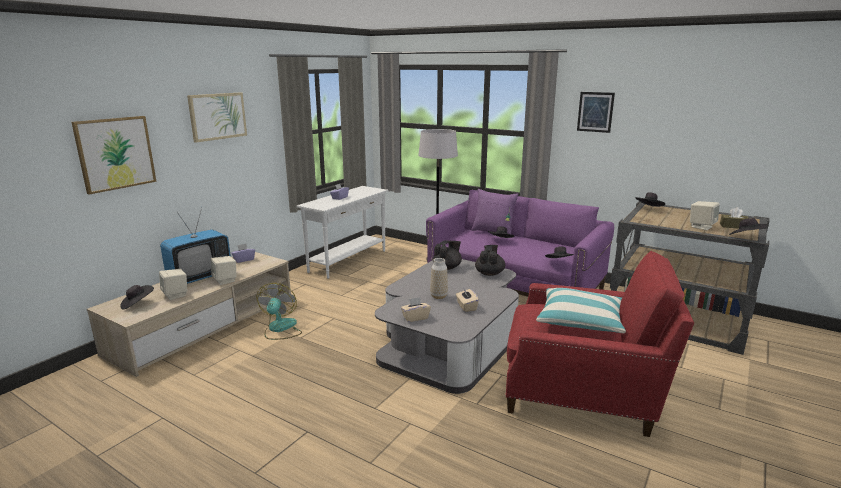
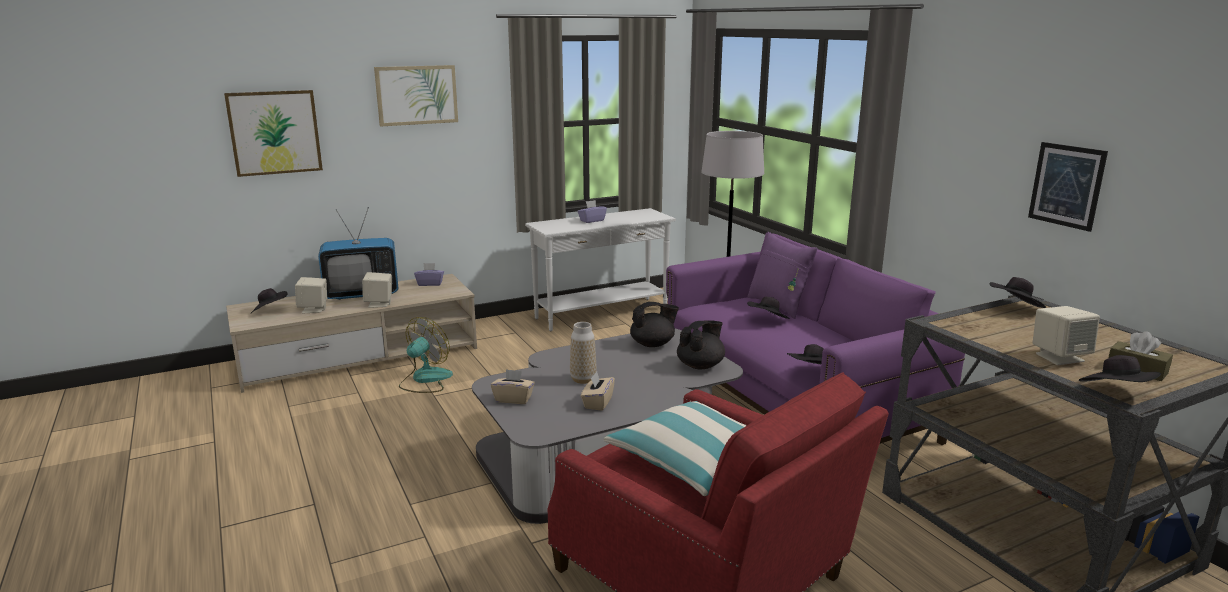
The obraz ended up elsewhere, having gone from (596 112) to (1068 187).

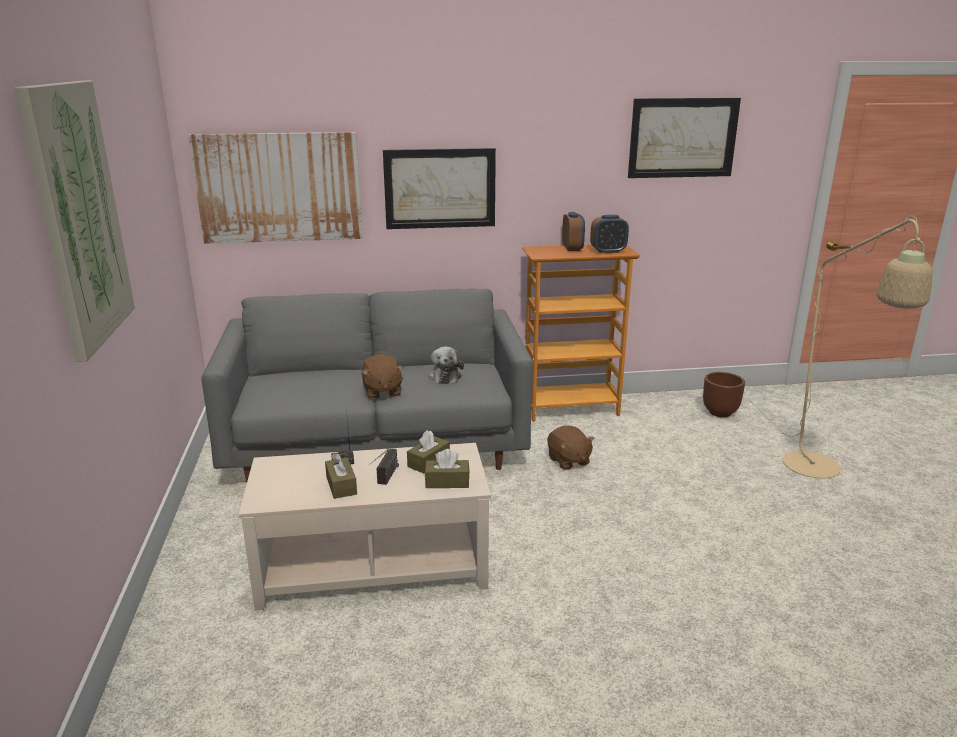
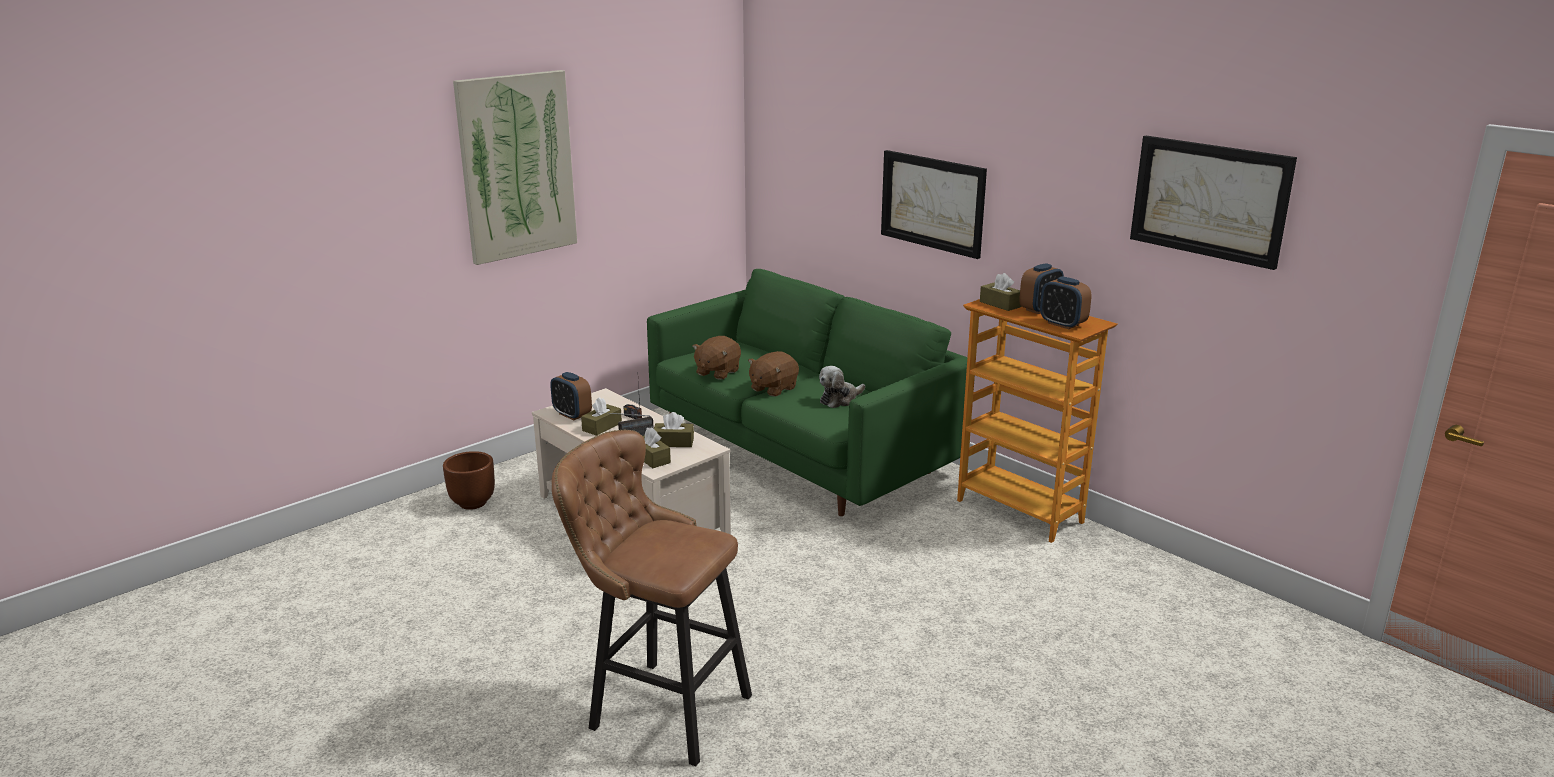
The second view lost the obraz at (275 188).
The second view lost the lampa stojąca [beżowy] at (841 347).
What was the kanapa [szary] at (367 385) turned into the kanapa [zielony] at (811 392).
The donica [brązowy] ended up elsewhere, having gone from (724 394) to (469 480).
The pluszak [brązowy] ended up elsewhere, having gone from (571 448) to (716 358).
The second view gained the pudełko chusteczek [brązowy] at (1001 292).
The second view gained the budzik at (571 396).
The second view gained the stołek [brązowy] at (652 598).

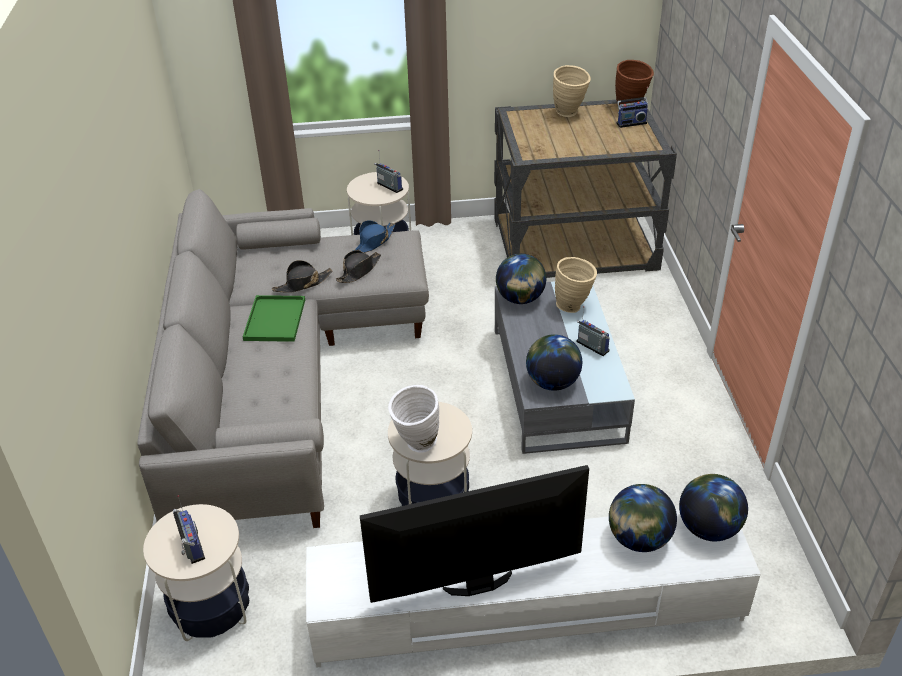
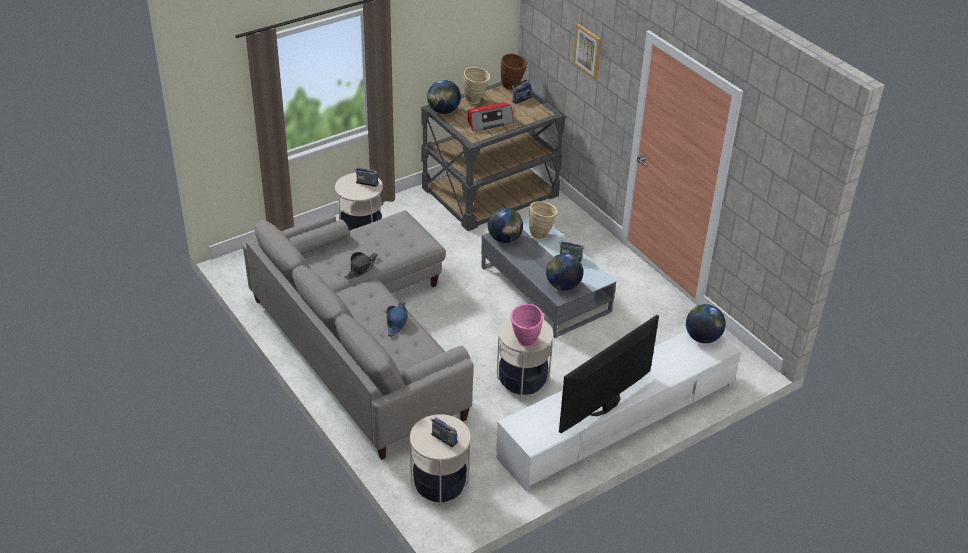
The kapelusz [niebieski] ended up elsewhere, having gone from (373 236) to (397 319).
The second view lost the kapelusz [czarny] at (358 266).
The second view lost the taca [zielony] at (274 318).
What was the wazon [biały] at (413 419) turned into the wazon [różowy] at (527 325).
The globus ended up elsewhere, having gone from (643 518) to (444 97).
The second view gained the obraz at (587 51).
The second view gained the radio at (491 116).

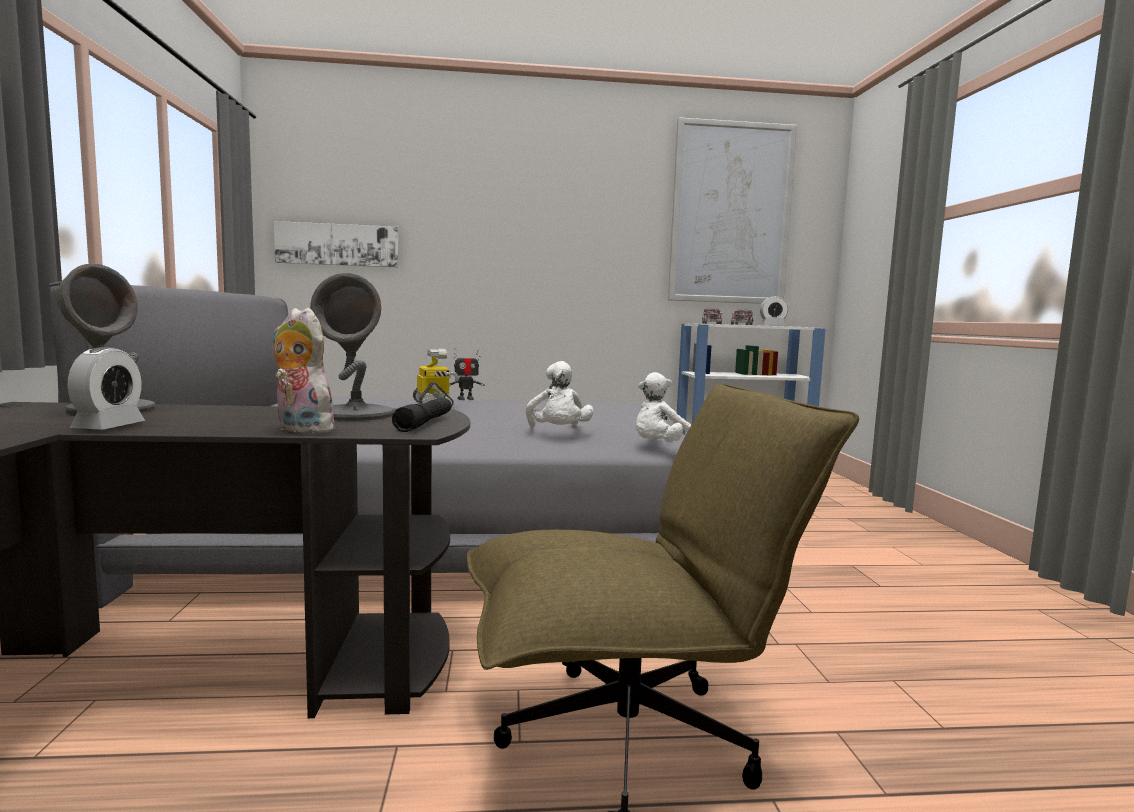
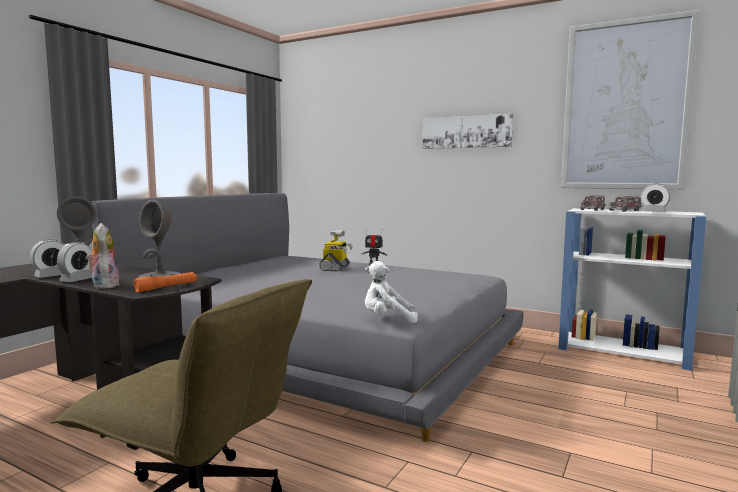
The obraz ended up elsewhere, having gone from (336 244) to (468 131).
The second view lost the pluszak [biały] at (560 394).
What was the latarka [czarny] at (421 414) turned into the latarka [pomarańczowy] at (166 282).
The second view gained the budzik at (74 262).

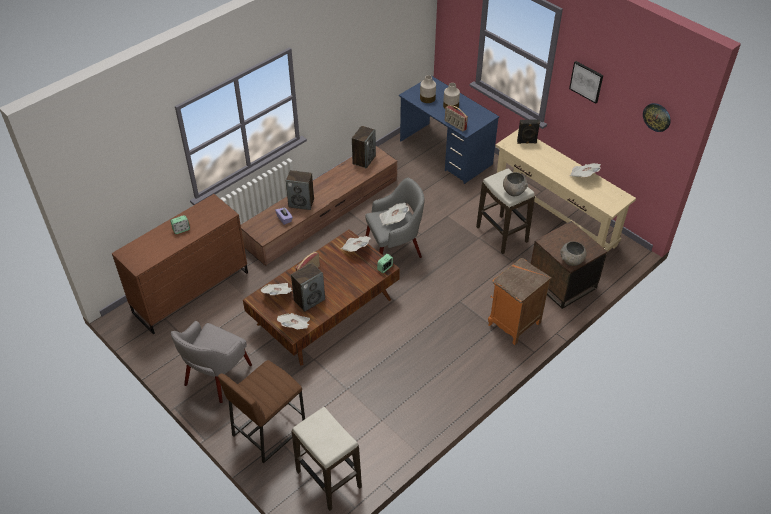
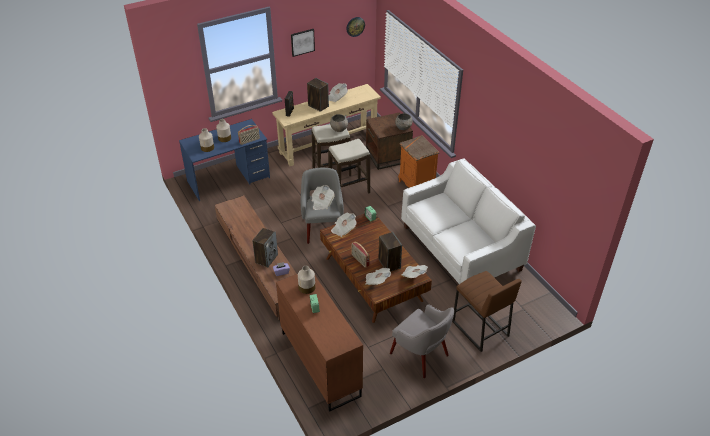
The głośnik ended up elsewhere, having gone from (364 147) to (318 95).
The stołek ended up elsewhere, having gone from (326 459) to (349 166).
The second view gained the kanapa [biały] at (468 221).
The second view gained the wazon [beżowy] at (306 280).

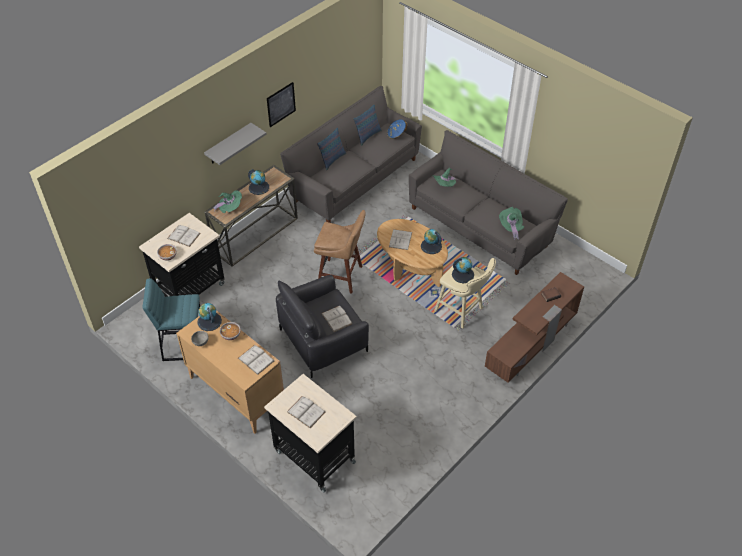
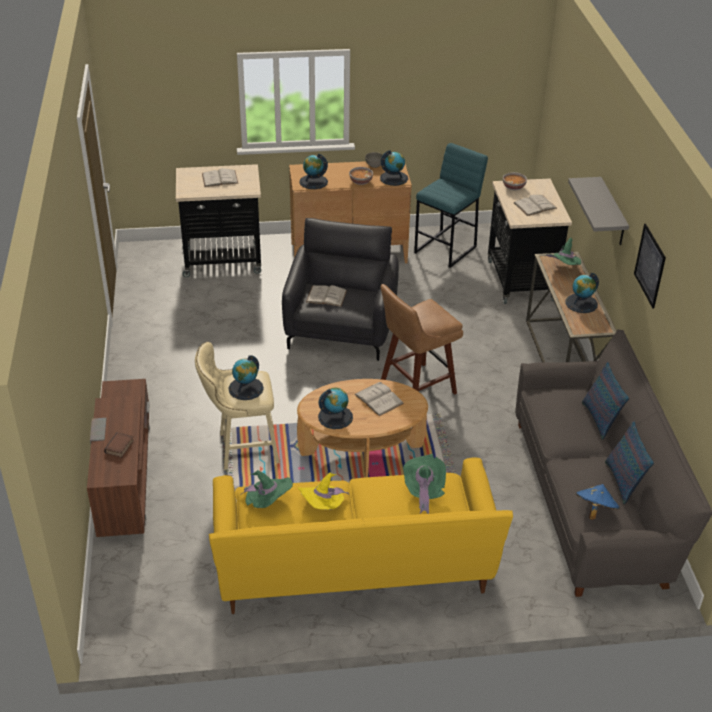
What was the kanapa [szary] at (488 202) turned into the kanapa [żółty] at (360 536).
Where the książka [biały] stood at (256 360), the globus came to stand at (313 171).
The second view gained the kapelusz [żółty] at (323 491).

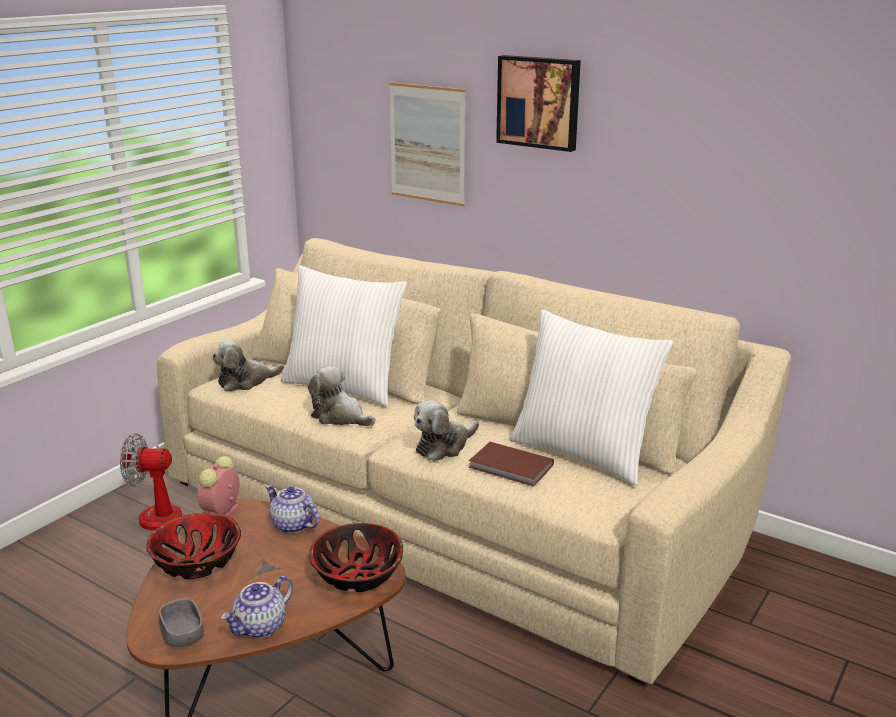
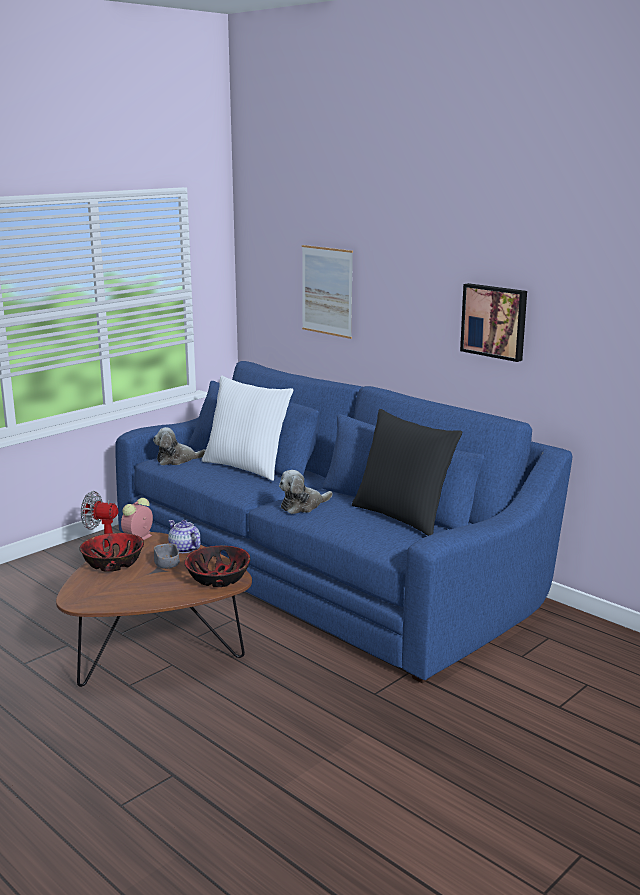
The obraz ended up elsewhere, having gone from (538 103) to (493 322).
What was the kanapa [beżowy] at (474 461) turned into the kanapa [niebieski] at (343 522).
What was the poduszka [biały] at (591 397) turned into the poduszka [czarny] at (407 472).
The second view lost the pluszak at (341 396).
The second view lost the książka [brązowy] at (511 464).
The second view lost the imbryk at (257 607).
The miska [szary] ended up elsewhere, having gone from (181 622) to (167 556).

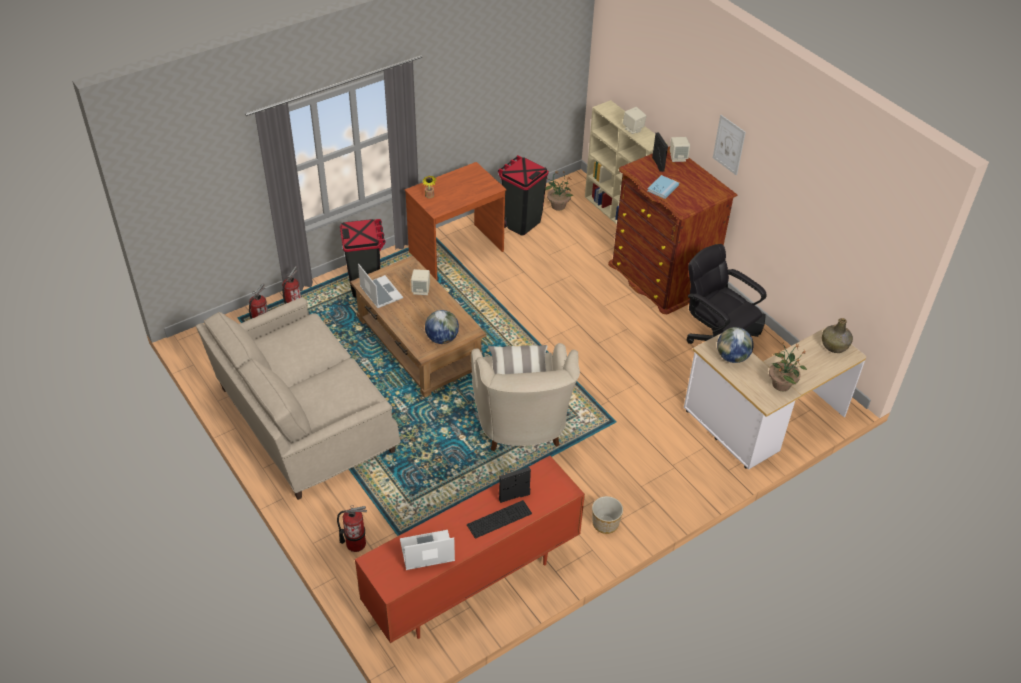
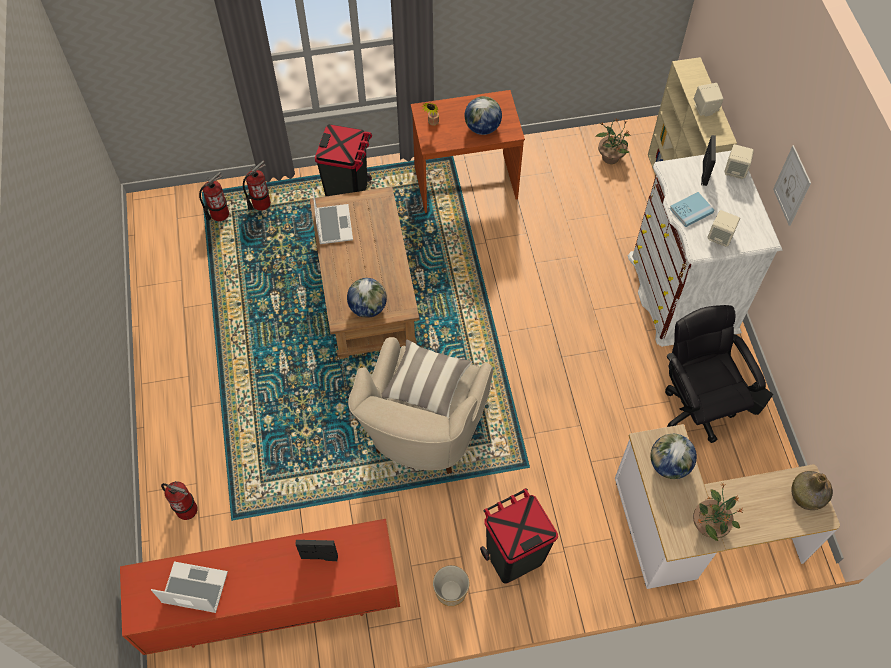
What was the komoda [brązowy] at (672 230) turned into the komoda [biały] at (705 249).
The kosz na śmieci [czarny] ended up elsewhere, having gone from (523 195) to (519 536).
The głośnik [beżowy] ended up elsewhere, having gone from (420 282) to (723 228).
The second view lost the kanapa [beżowy] at (298 398).
The second view lost the klawiatura at (499 519).
The second view gained the globus at (483 115).

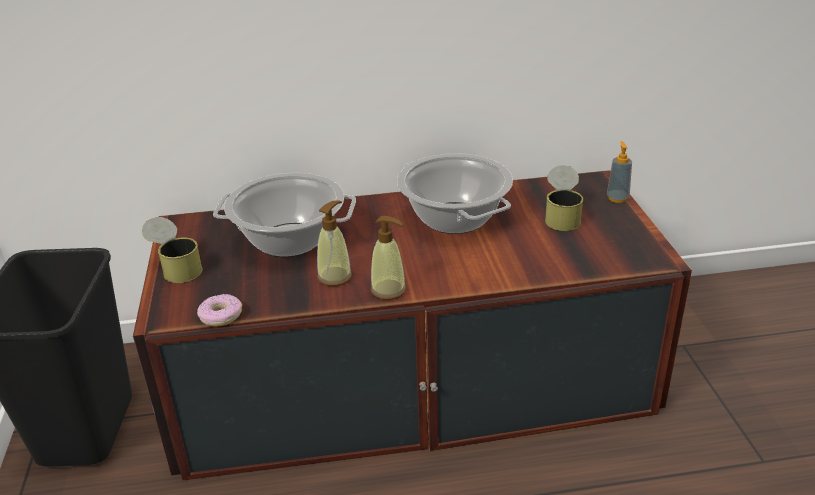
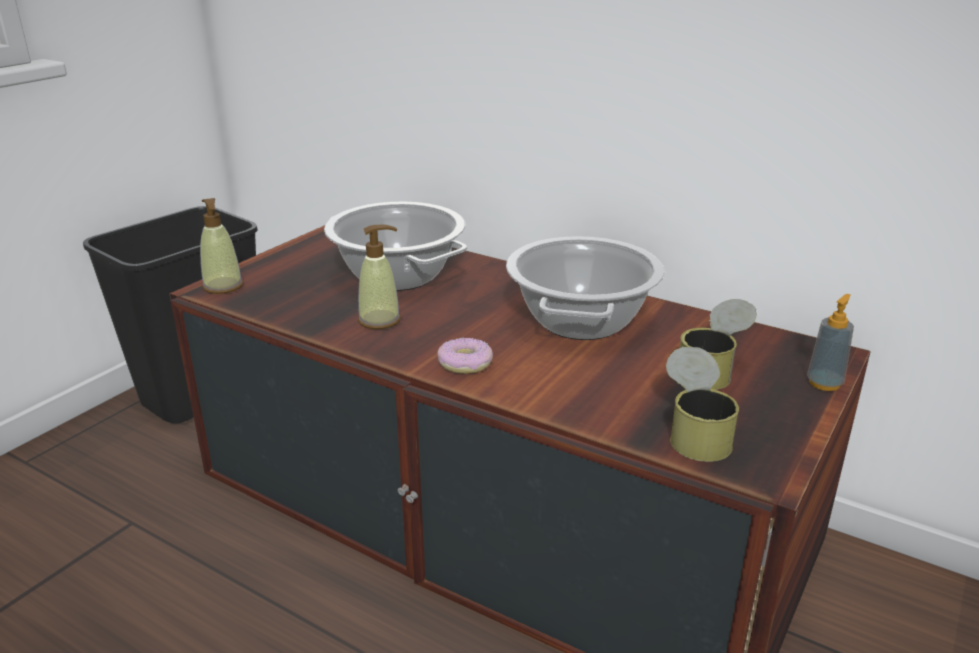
The dozownik mydła ended up elsewhere, having gone from (388 258) to (221 246).
The puszka ended up elsewhere, having gone from (172 250) to (702 404).
The donut ended up elsewhere, having gone from (219 310) to (465 356).

